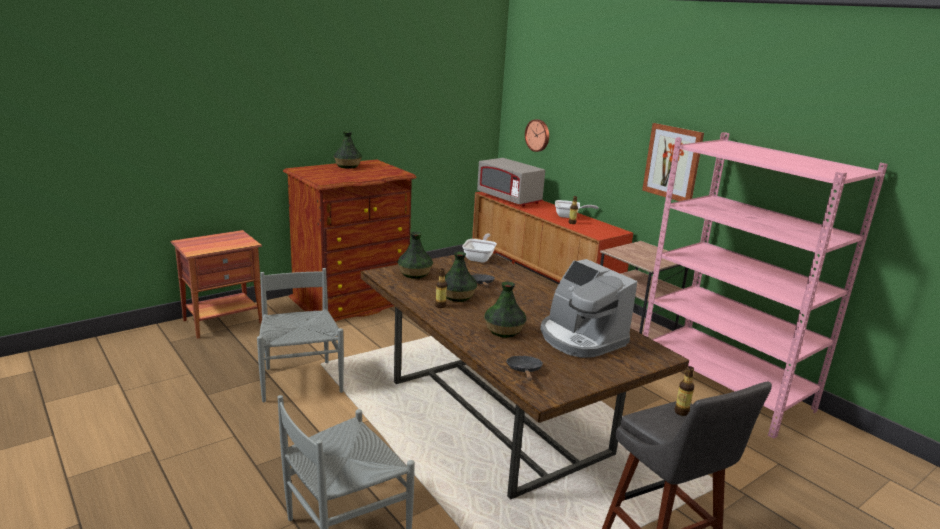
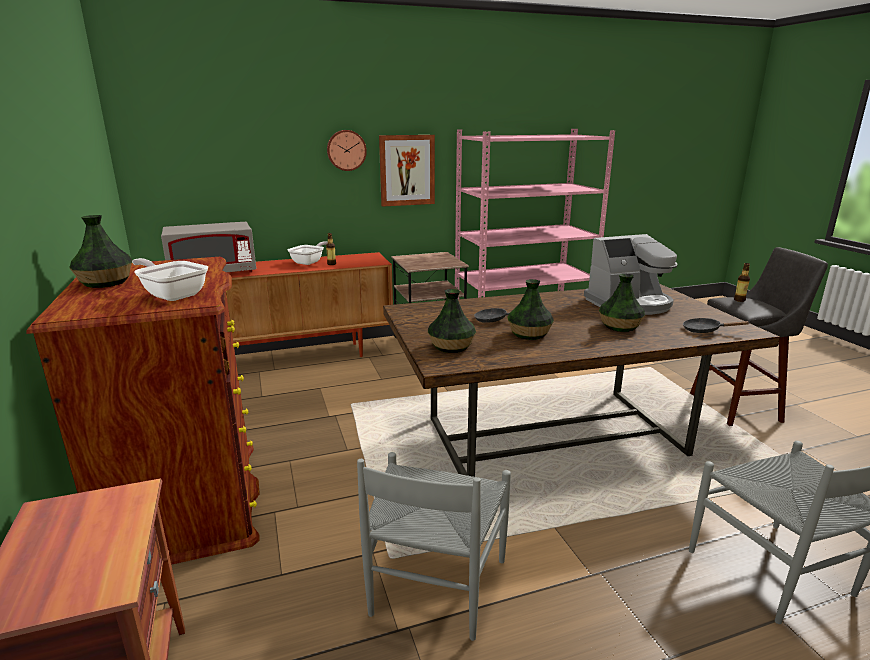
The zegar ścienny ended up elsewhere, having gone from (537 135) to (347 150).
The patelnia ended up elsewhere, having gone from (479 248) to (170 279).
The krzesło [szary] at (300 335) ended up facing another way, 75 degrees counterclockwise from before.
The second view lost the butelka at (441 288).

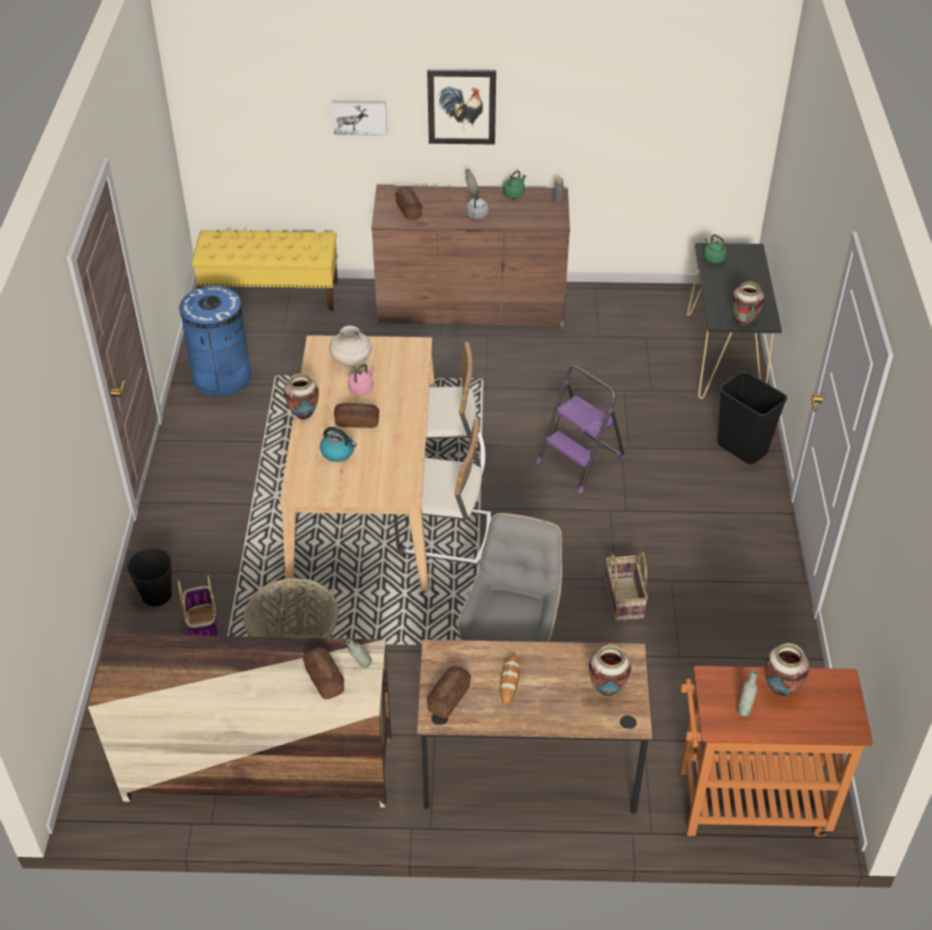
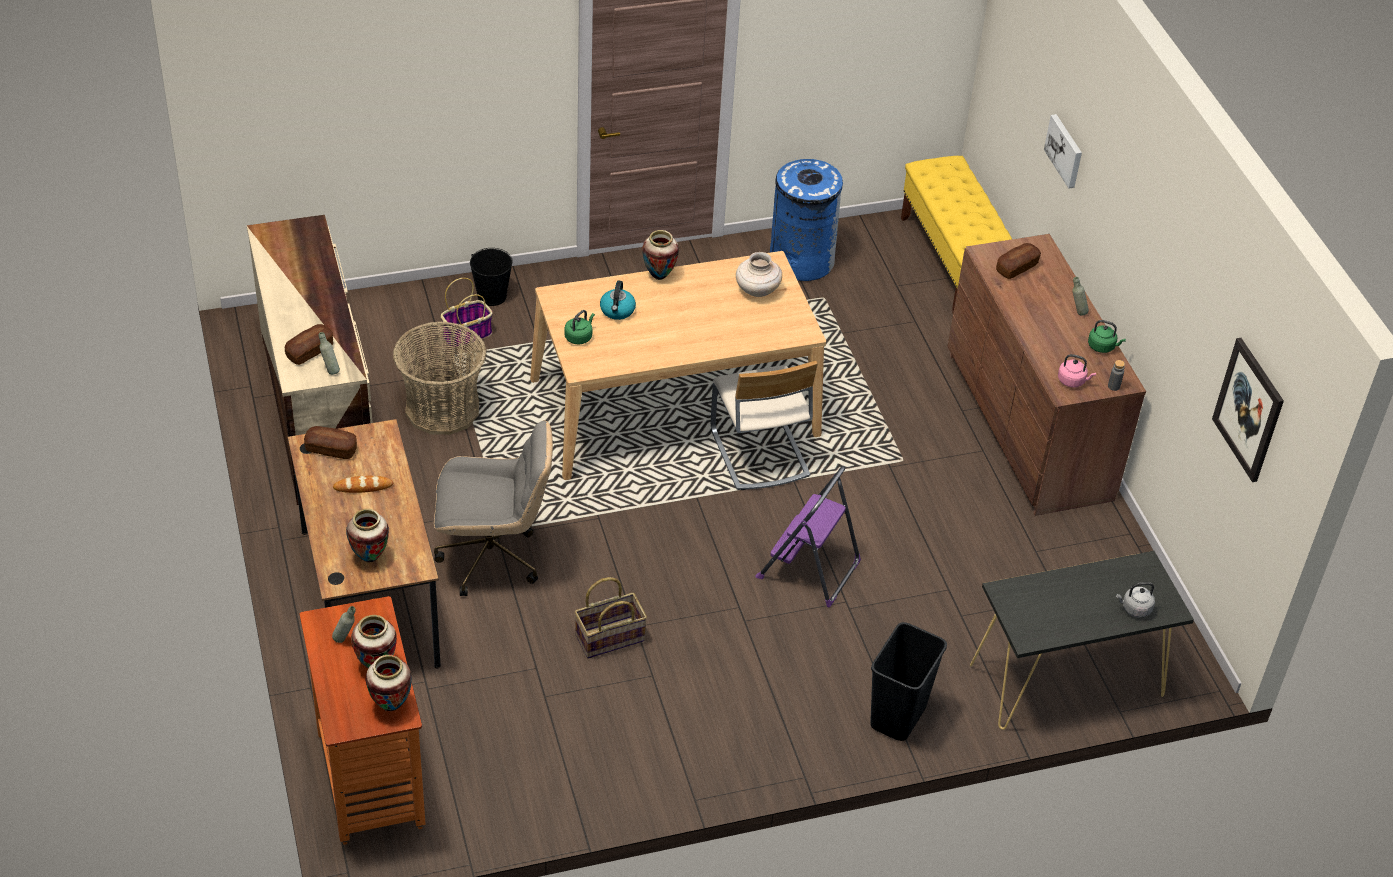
The obraz ended up elsewhere, having gone from (461 107) to (1248 410).
The czajnik [szary] ended up elsewhere, having gone from (477 204) to (1135 600).
The czajnik [zielony] ended up elsewhere, having gone from (715 249) to (579 327).
The wazon ended up elsewhere, having gone from (748 303) to (389 683).
The czajnik [różowy] ended up elsewhere, having gone from (361 379) to (1077 370).
The second view lost the chleb at (356 415).
The second view lost the krzesło [beżowy] at (442 492).

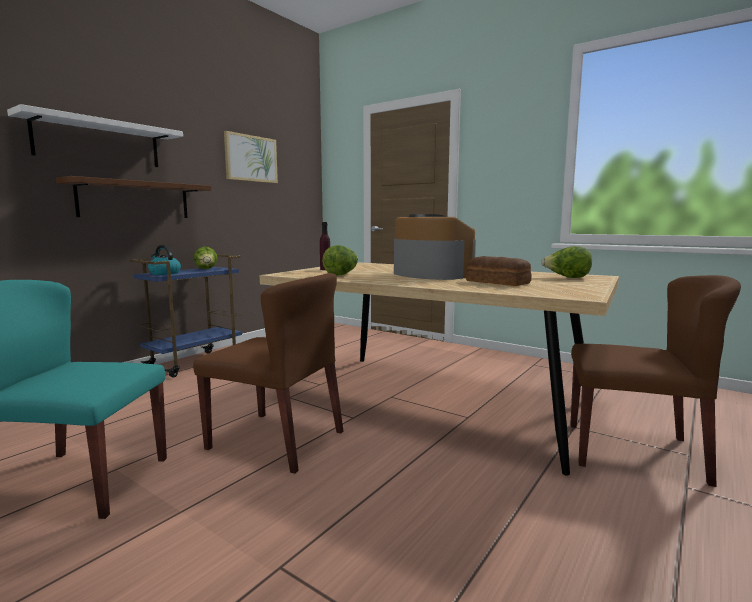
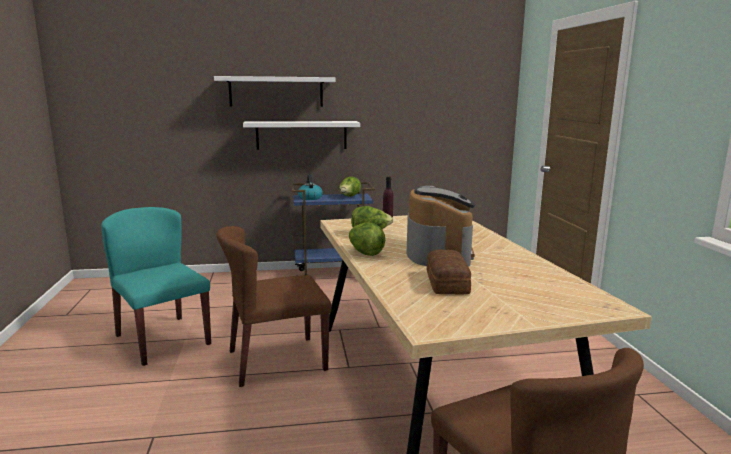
The second view lost the obraz at (251 157).
What was the półka [brązowy] at (134 197) turned into the półka [biały] at (301 135).
The sałata ended up elsewhere, having gone from (566 262) to (367 239).
The krzesło [brązowy] at (268 373) ended up facing another way, 90 degrees clockwise from before.

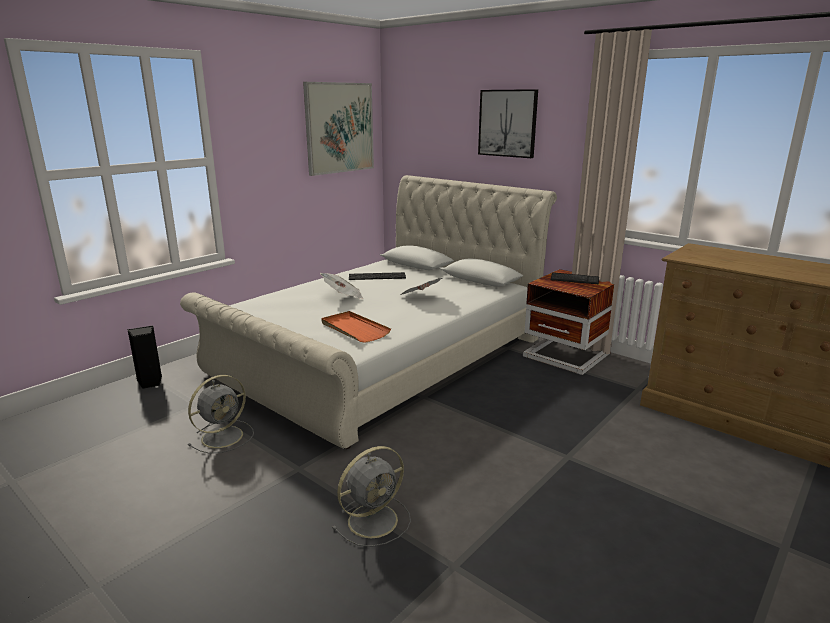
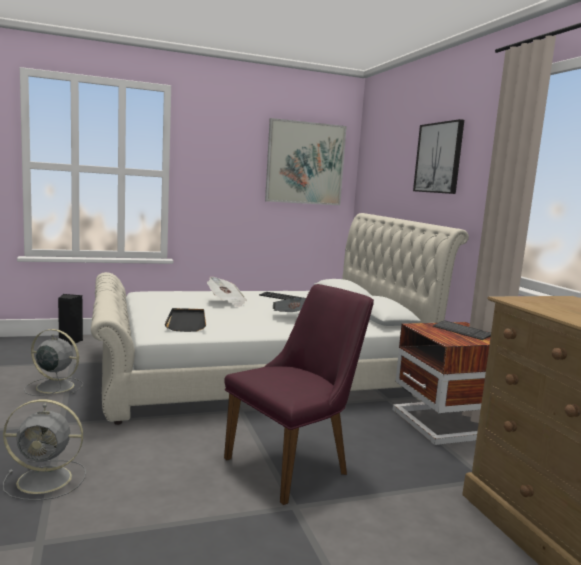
What was the taca [pomarańczowy] at (356 327) turned into the taca [czarny] at (185 320).
The wentylator [szary] at (221 414) ended up facing another way, 150 degrees counterclockwise from before.
The second view gained the krzesło [fioletowy] at (299 394).

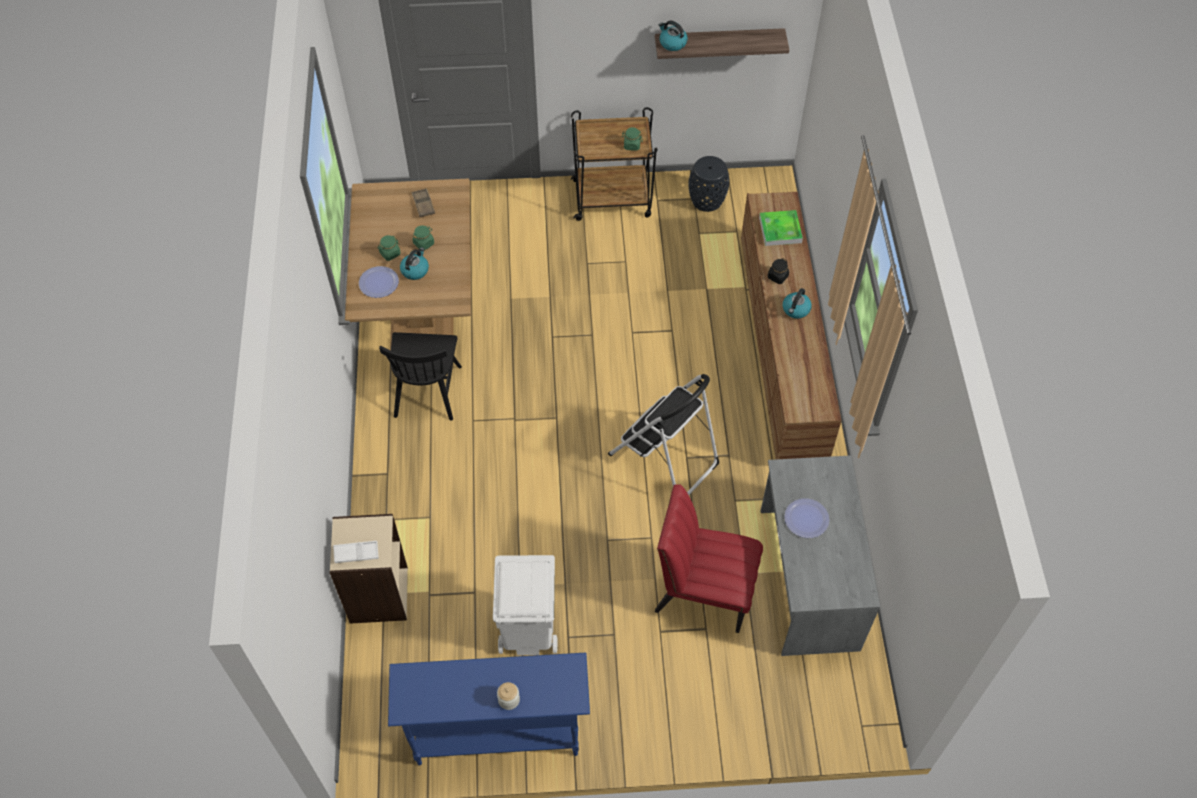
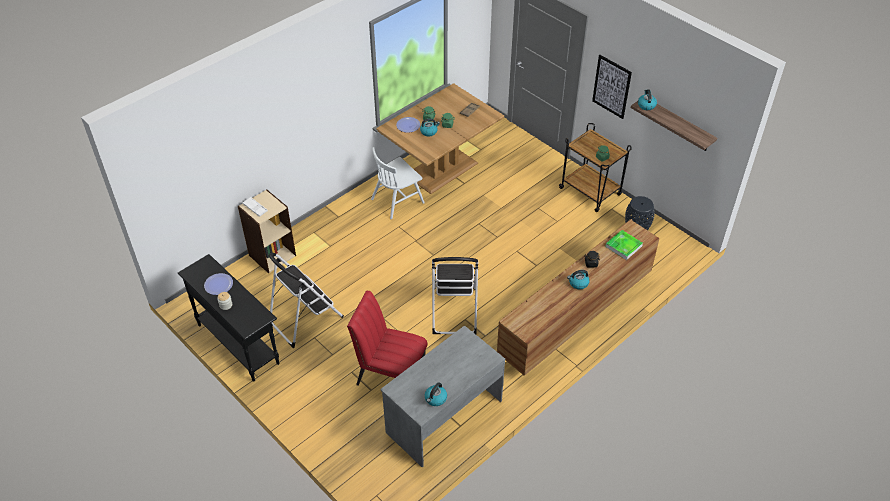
What was the krzesło [czarny] at (420 376) turned into the krzesło [biały] at (398 183).
The krzesło [czerwony] at (709 558) ended up facing another way, 45 degrees counterclockwise from before.
The talerz ended up elsewhere, having gone from (806 518) to (218 284).
Where the kosz na śmieci [biały] stood at (525 605), the drabinka came to stand at (306 300).
What was the stolik konsolowy [niebieski] at (489 709) turned into the stolik konsolowy [czarny] at (228 318).
The second view gained the obraz at (612 87).
The second view gained the czajnik at (436 394).

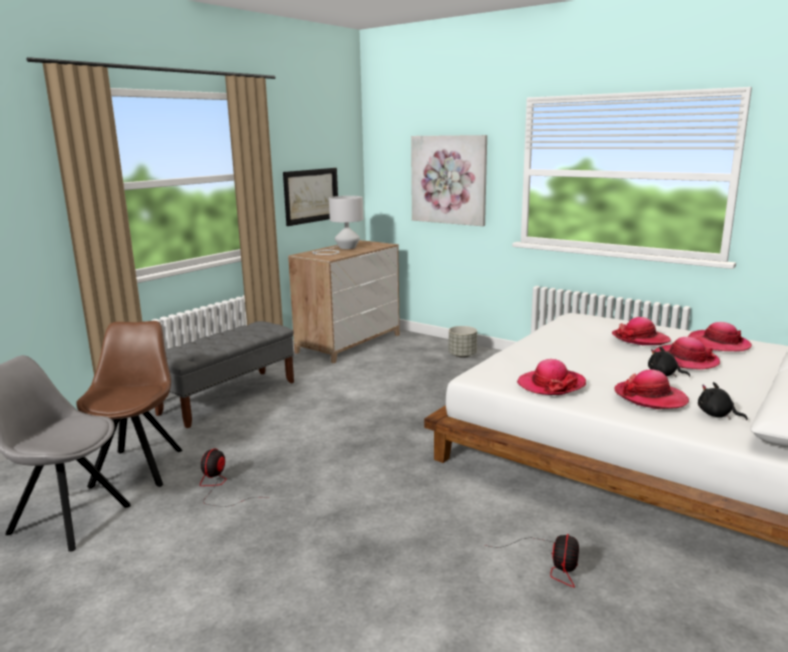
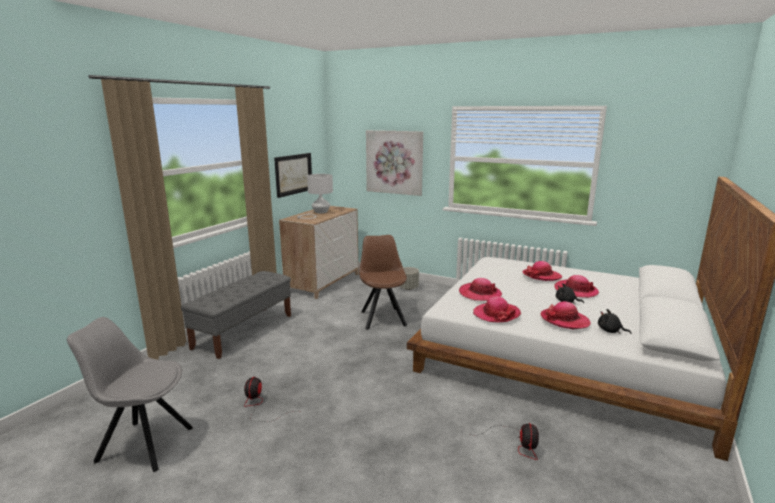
The krzesło [brązowy] ended up elsewhere, having gone from (129 405) to (383 282).
The kapelusz ended up elsewhere, having gone from (720 336) to (480 289).

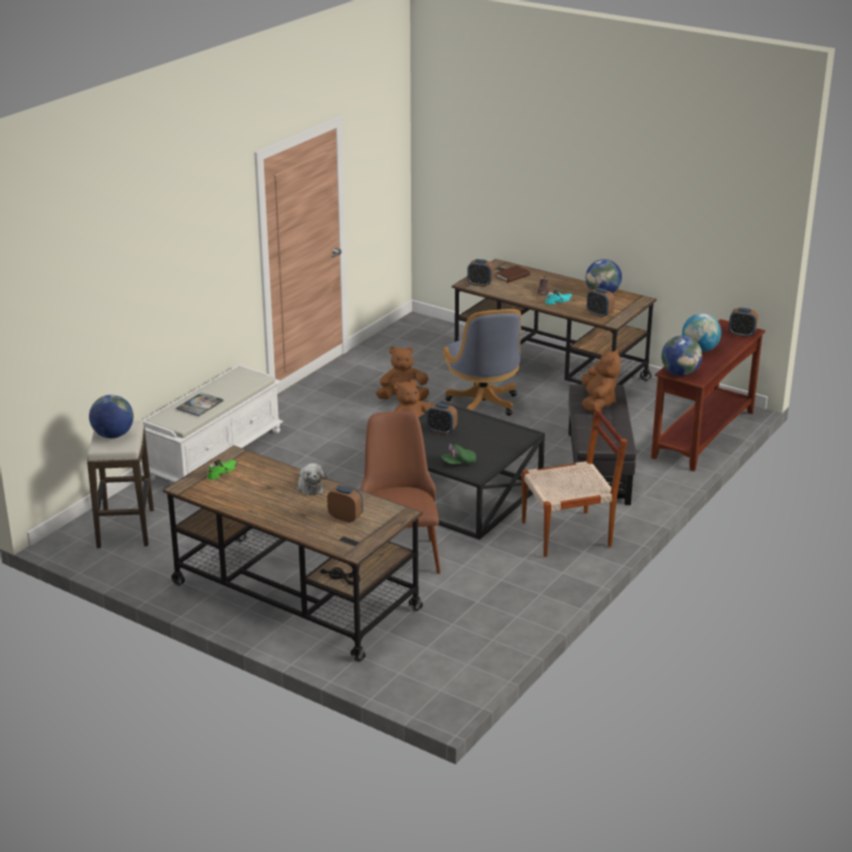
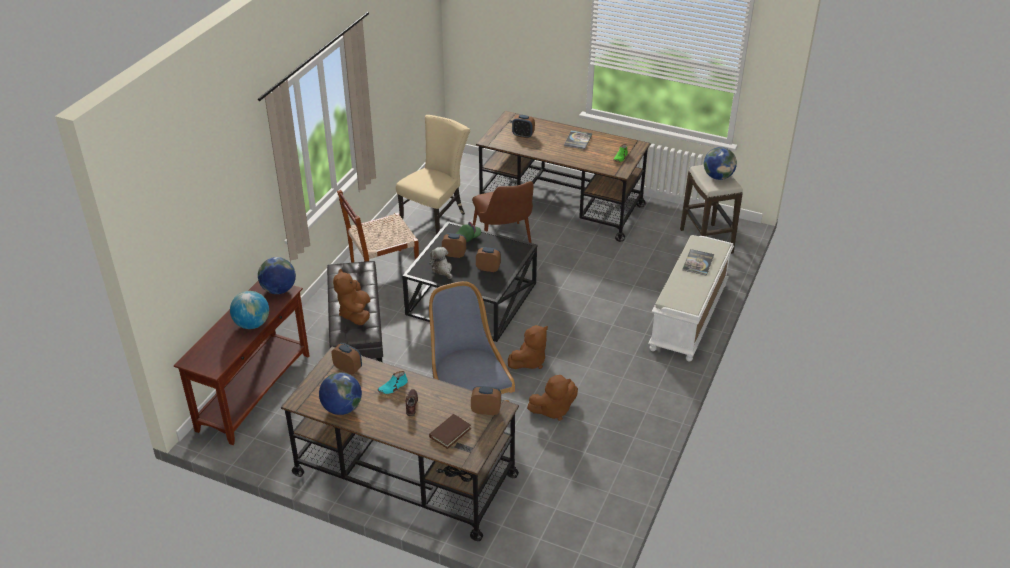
The budzik ended up elsewhere, having gone from (743 322) to (454 245).
The pluszak ended up elsewhere, having gone from (312 479) to (441 263).
The second view gained the krzesło [beżowy] at (433 174).
The second view gained the książka at (578 139).

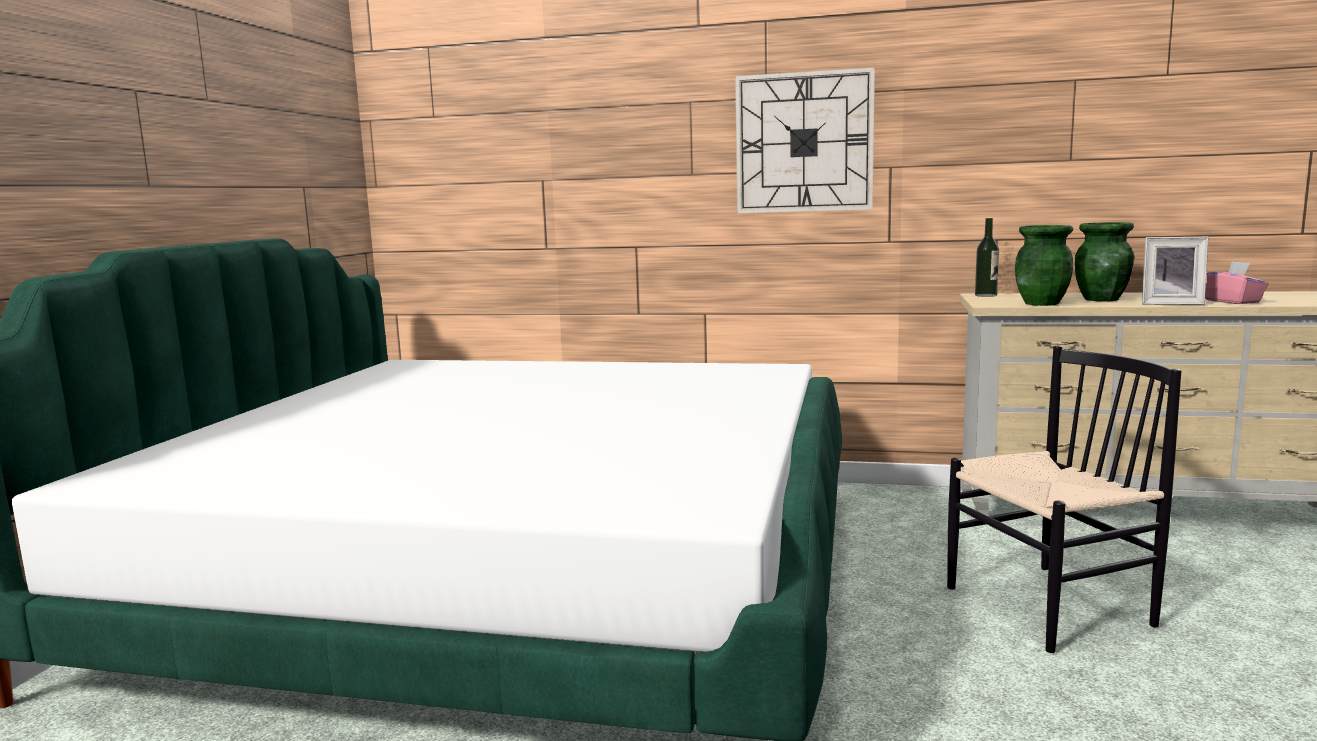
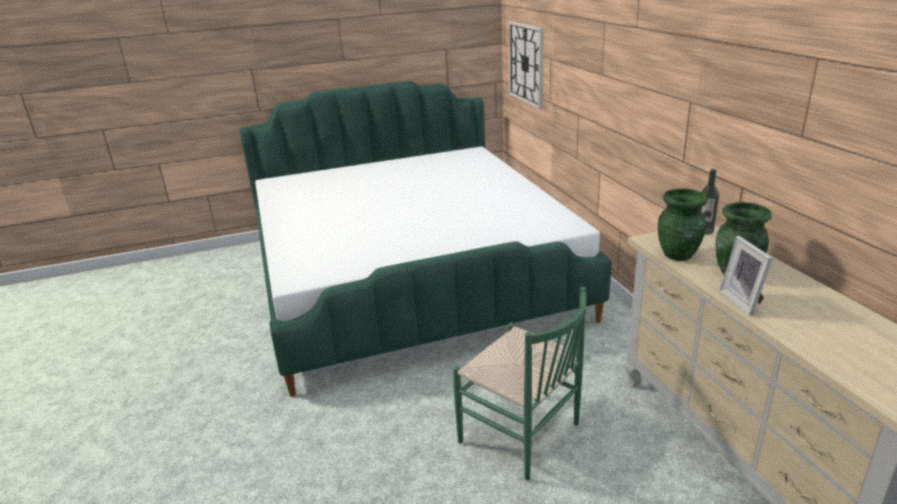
The zegar ścienny ended up elsewhere, having gone from (805 140) to (526 65).
The second view lost the pudełko chusteczek [różowy] at (1237 282).
What was the krzesło [czarny] at (1064 499) turned into the krzesło [zielony] at (520 383).

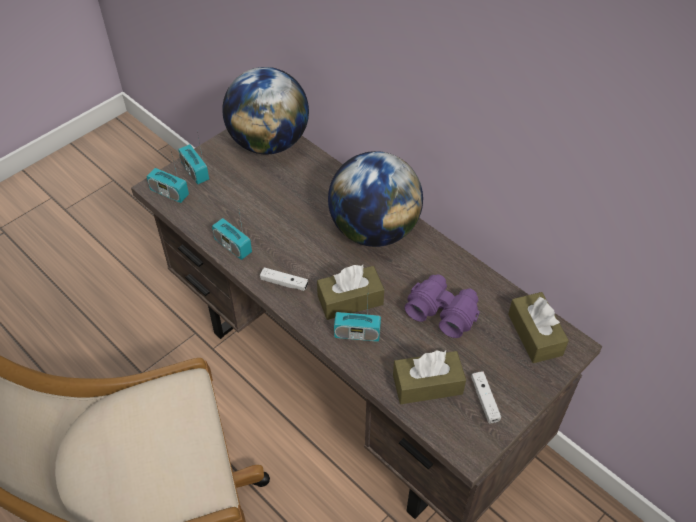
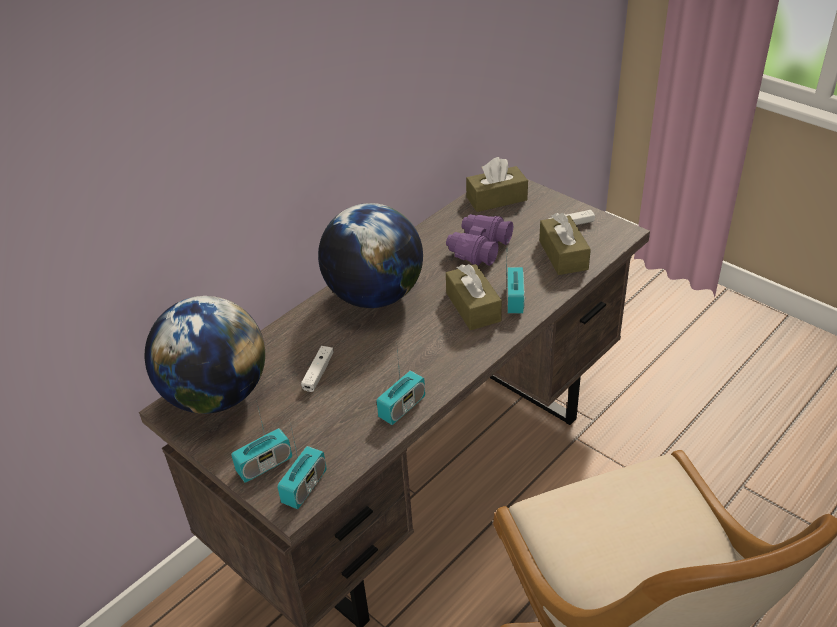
The pad do gier [biały] ended up elsewhere, having gone from (284 279) to (317 369).

